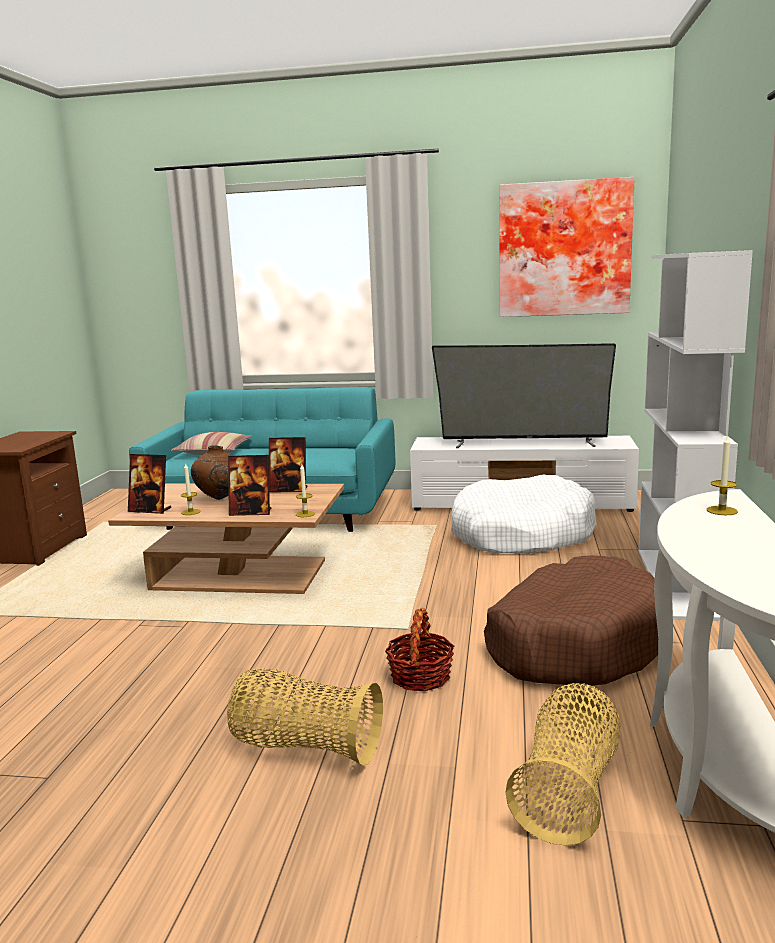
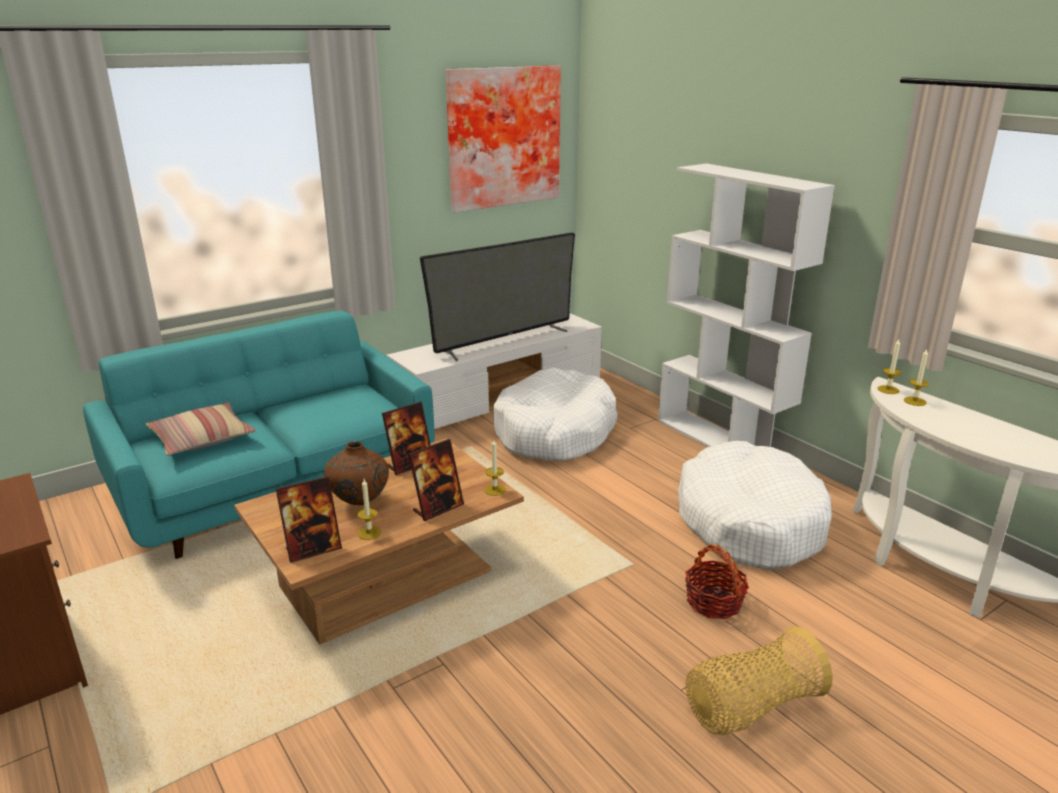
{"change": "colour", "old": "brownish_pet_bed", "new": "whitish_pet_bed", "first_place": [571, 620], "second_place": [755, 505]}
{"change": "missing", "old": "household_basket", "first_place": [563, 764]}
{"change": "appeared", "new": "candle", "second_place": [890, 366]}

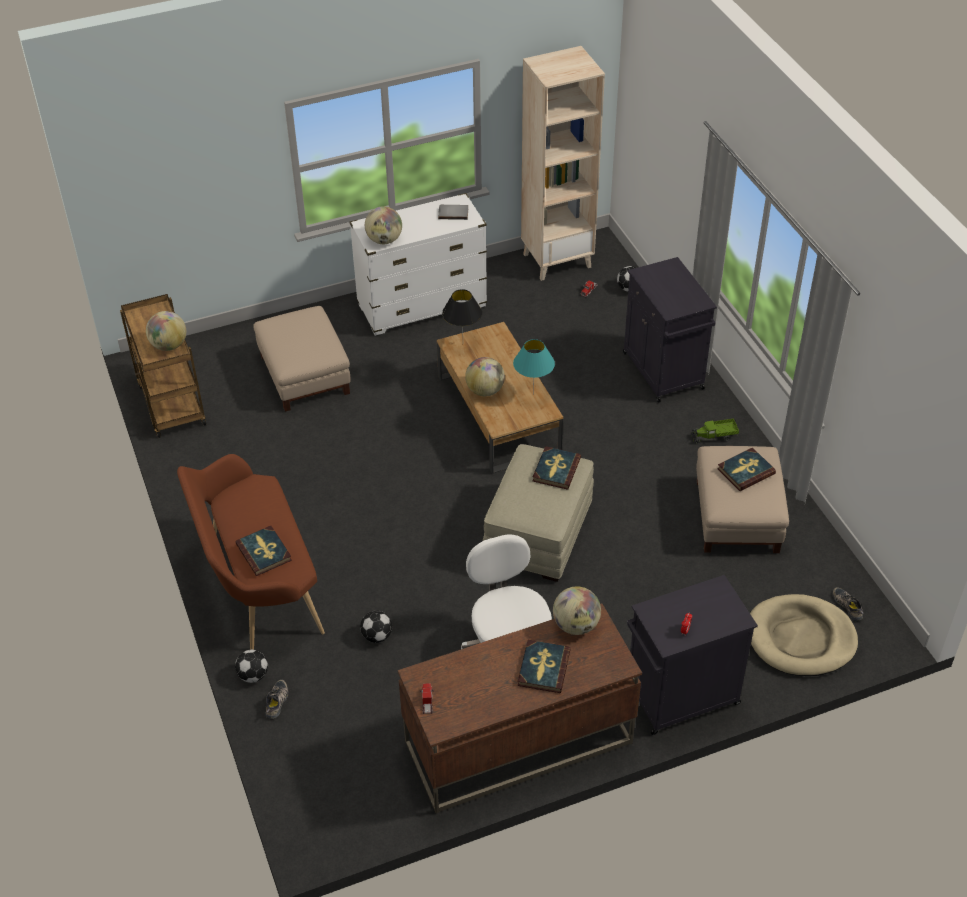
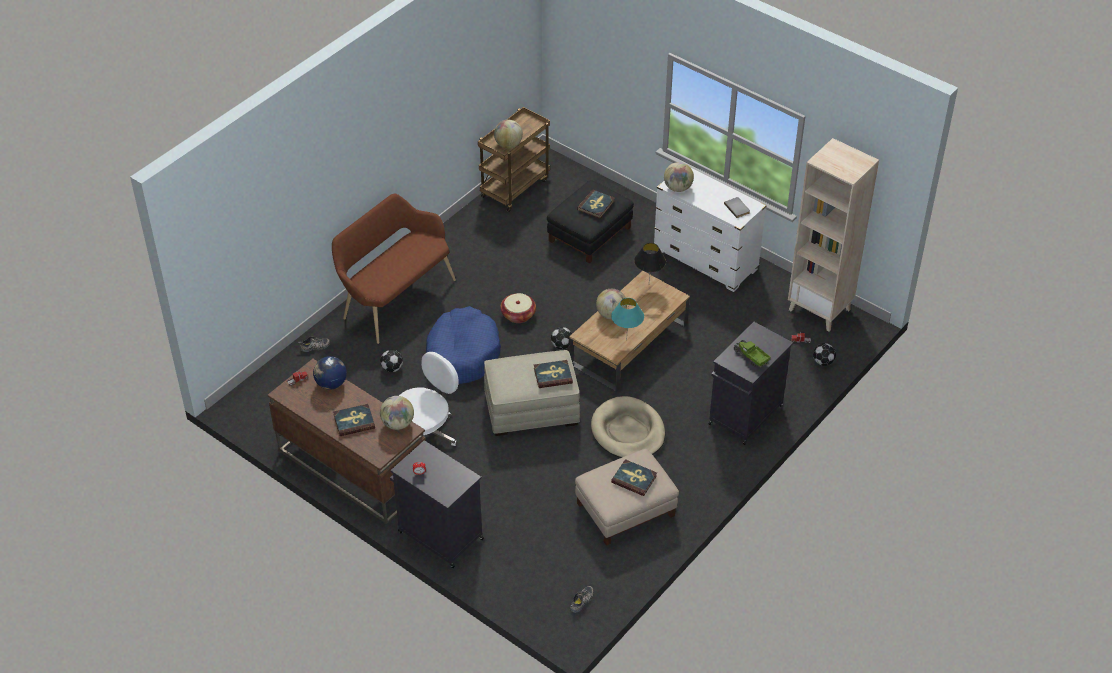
{"change": "relocated", "old": "book", "first_place": [263, 551], "second_place": [595, 204]}
{"change": "relocated", "old": "football_ball", "first_place": [251, 666], "second_place": [561, 338]}
{"change": "colour", "old": "beige_footrest", "new": "black-coloured_footrest", "first_place": [302, 359], "second_place": [590, 222]}
{"change": "relocated", "old": "toy_truck", "first_place": [715, 431], "second_place": [752, 354]}
{"change": "relocated", "old": "beige_pet_bed", "first_place": [804, 635], "second_place": [628, 427]}
{"change": "appeared", "new": "world_globe", "second_place": [330, 373]}
{"change": "appeared", "new": "blue-coloured_pet_bed", "second_place": [463, 345]}
{"change": "appeared", "new": "household_basket", "second_place": [518, 308]}

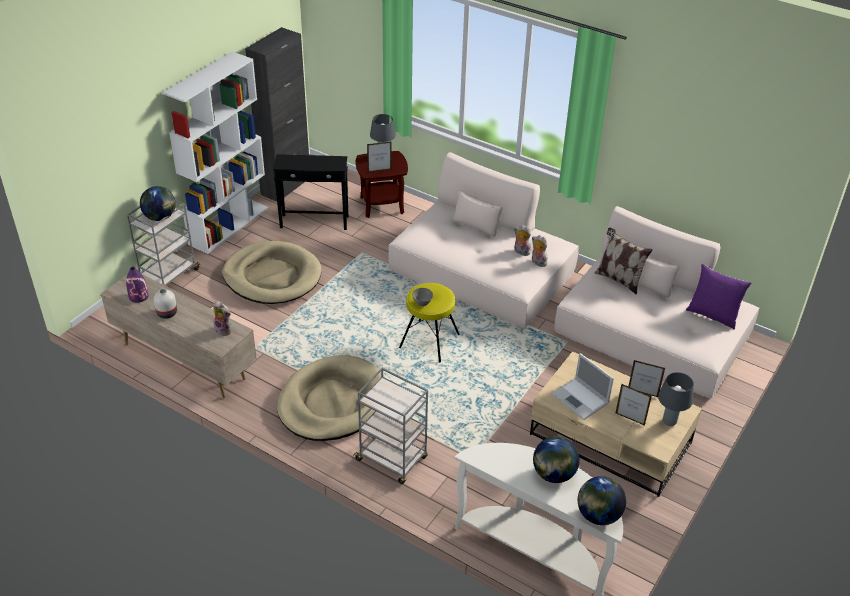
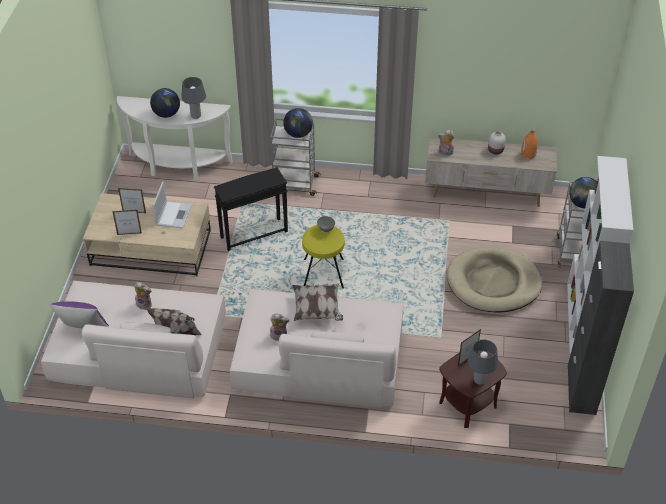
{"change": "colour", "old": "purplish_flower_vase", "new": "orangey_flower_vase", "first_place": [137, 285], "second_place": [529, 145]}
{"change": "relocated", "old": "black-coloured_end_table", "first_place": [310, 192], "second_place": [251, 209]}
{"change": "missing", "old": "beige_pet_bed", "first_place": [331, 398]}
{"change": "relocated", "old": "soft_toy", "first_place": [539, 251], "second_place": [143, 296]}
{"change": "spun", "old": "notebook_computer", "first_place": [582, 386], "second_place": [172, 205], "degrees": 75}
{"change": "relocated", "old": "world_globe", "first_place": [602, 500], "second_place": [298, 123]}
{"change": "relocated", "old": "grey_tabletop_lamp", "first_place": [676, 399], "second_place": [193, 98]}
{"change": "appeared", "new": "throw_pillow", "second_place": [317, 302]}

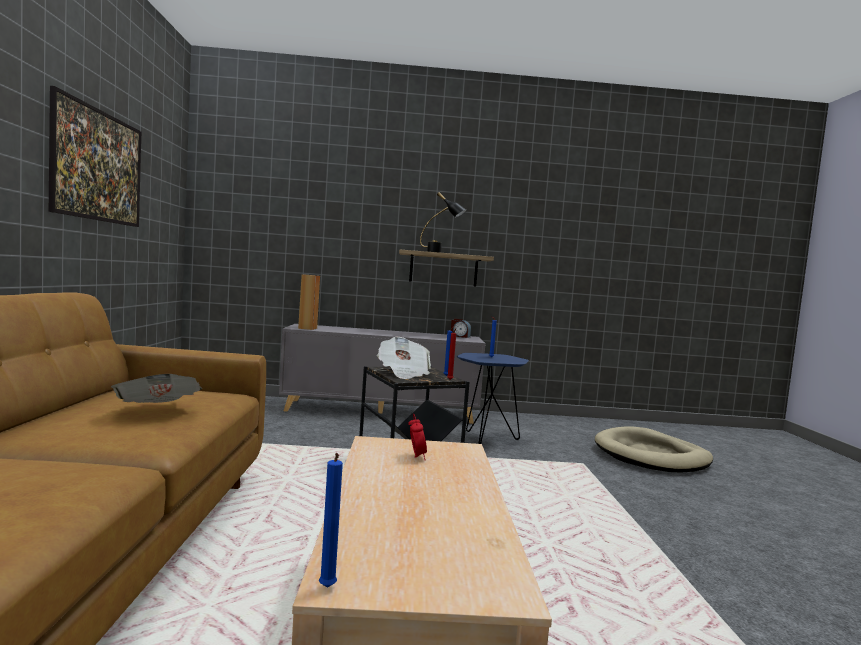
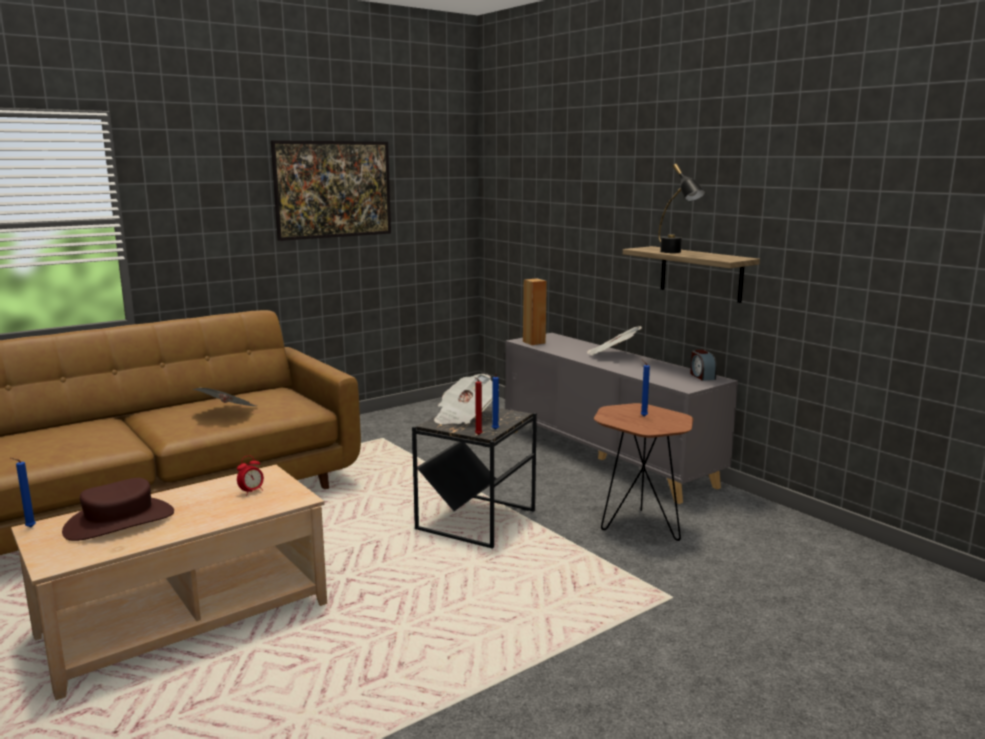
{"change": "colour", "old": "blue-coloured_end_table", "new": "brownish_end_table", "first_place": [493, 398], "second_place": [644, 472]}
{"change": "missing", "old": "beige_pet_bed", "first_place": [654, 449]}
{"change": "appeared", "new": "brownish_hat", "second_place": [118, 509]}
{"change": "appeared", "new": "daily_paper", "second_place": [614, 341]}

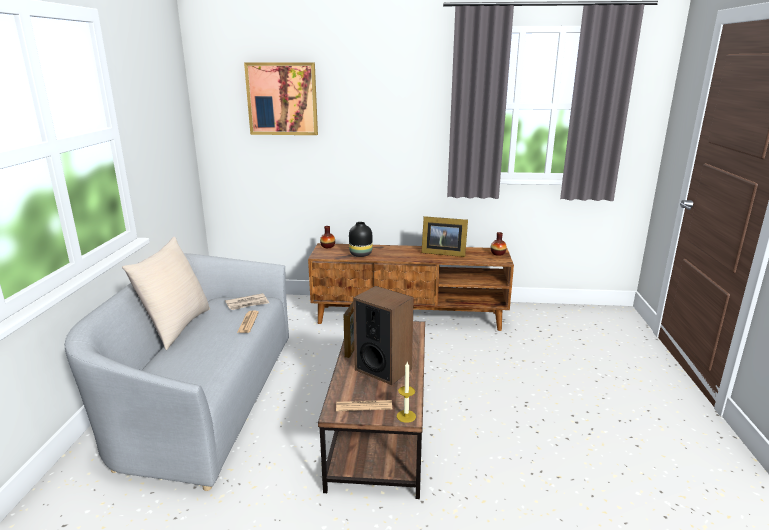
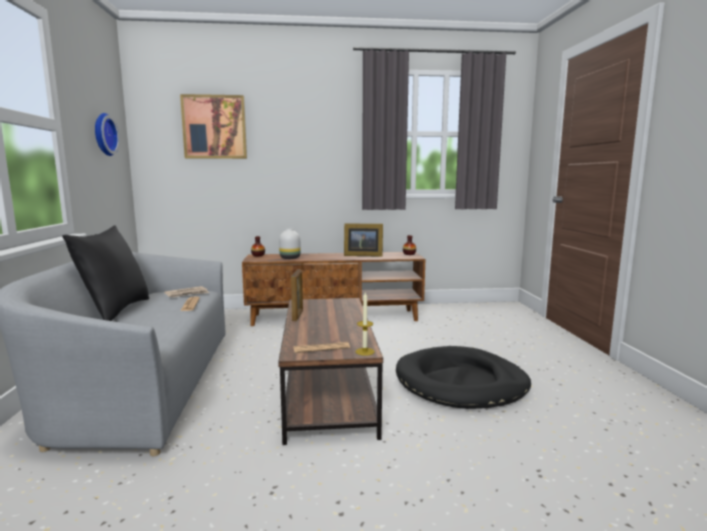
{"change": "colour", "old": "beige_throw_pillow", "new": "black-coloured_throw_pillow", "first_place": [166, 293], "second_place": [105, 273]}
{"change": "colour", "old": "black-coloured_flower_vase", "new": "whitish_flower_vase", "first_place": [360, 239], "second_place": [290, 243]}
{"change": "missing", "old": "speaker", "first_place": [383, 335]}
{"change": "appeared", "new": "hanging_clock", "second_place": [107, 134]}
{"change": "appeared", "new": "black-coloured_pet_bed", "second_place": [463, 377]}

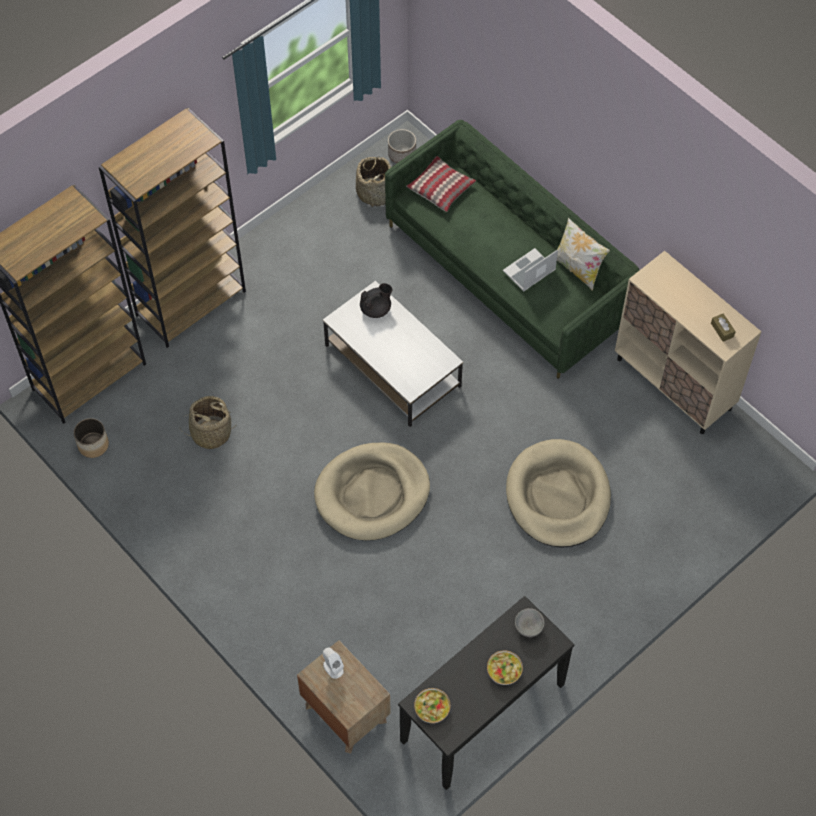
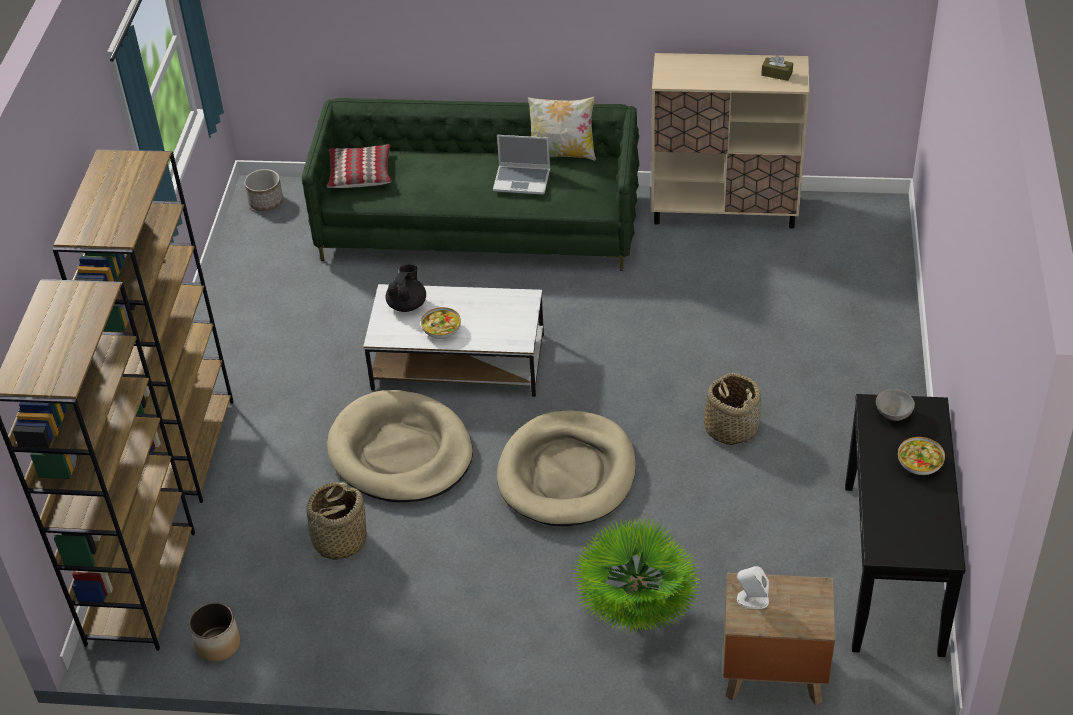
{"change": "relocated", "old": "household_basket", "first_place": [373, 182], "second_place": [732, 409]}
{"change": "relocated", "old": "serving_bowl", "first_place": [432, 705], "second_place": [441, 323]}
{"change": "spun", "old": "notebook_computer", "first_place": [530, 269], "second_place": [521, 164], "degrees": -90}
{"change": "relocated", "old": "beige_pet_bed", "first_place": [558, 493], "second_place": [400, 446]}
{"change": "appeared", "new": "potted_plant", "second_place": [636, 575]}

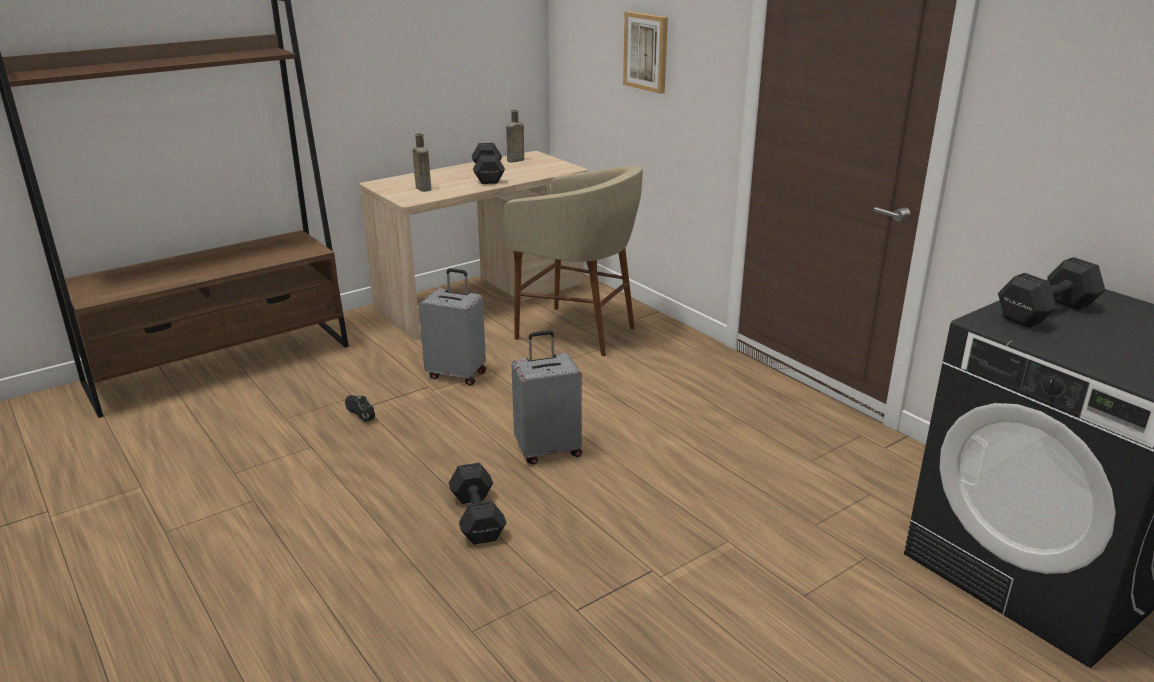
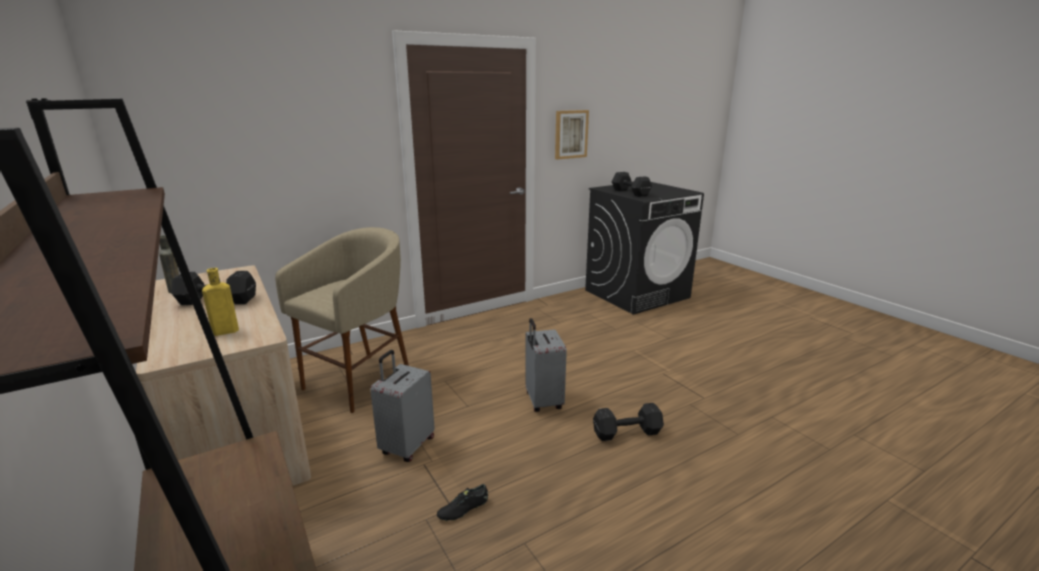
{"change": "colour", "old": "brownish_bottle", "new": "yellow-coloured_bottle", "first_place": [422, 162], "second_place": [220, 302]}
{"change": "relocated", "old": "picture", "first_place": [645, 53], "second_place": [572, 135]}

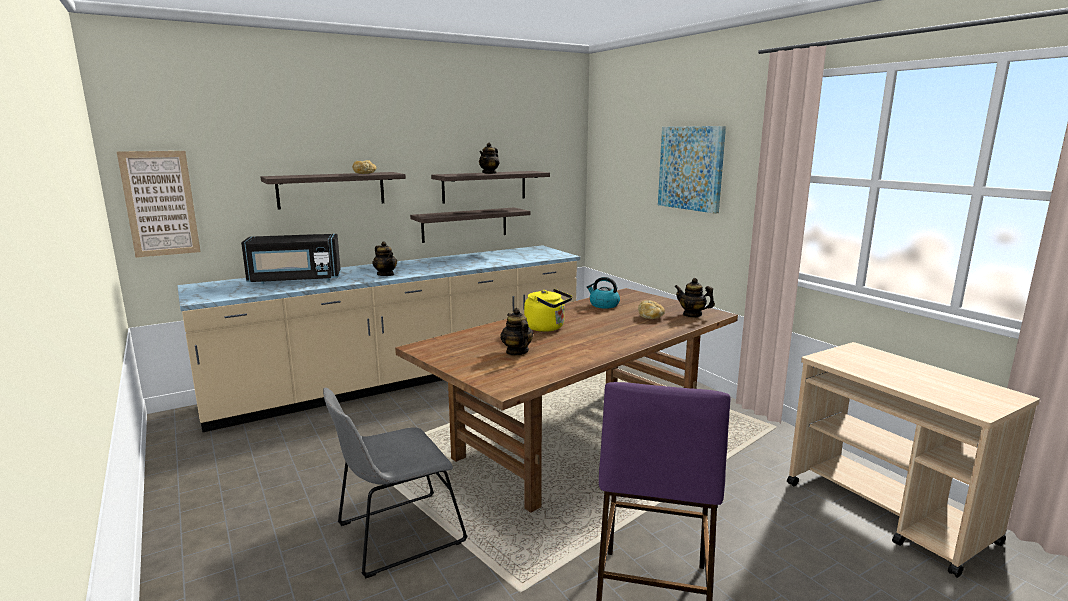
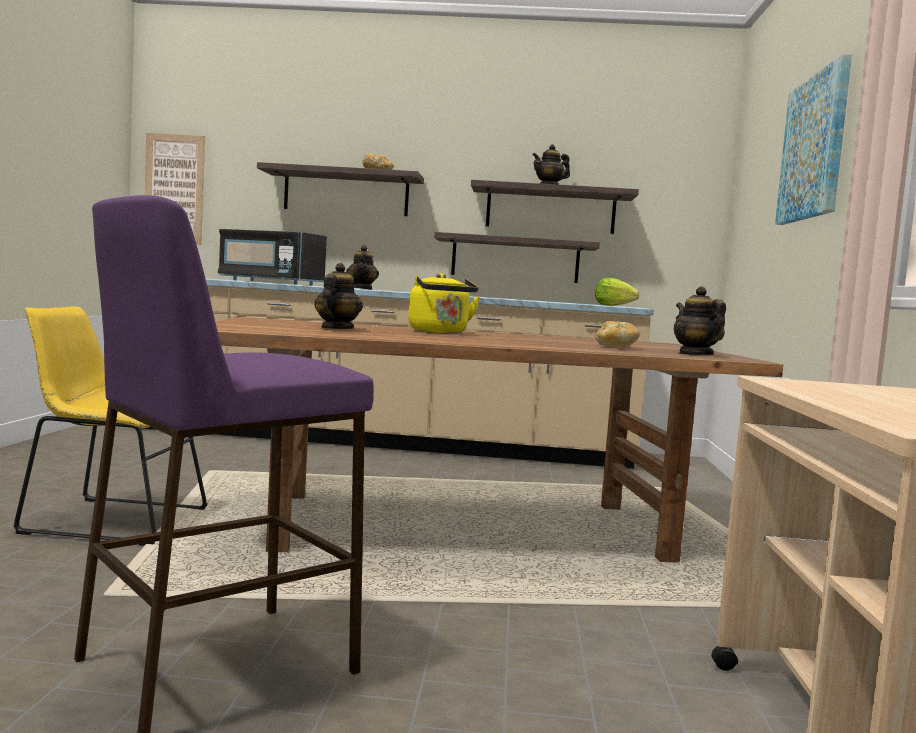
{"change": "colour", "old": "grey_upright_chair", "new": "yellow-coloured_upright_chair", "first_place": [395, 483], "second_place": [110, 426]}
{"change": "missing", "old": "kettle", "first_place": [603, 293]}
{"change": "appeared", "new": "lettuce", "second_place": [617, 292]}

